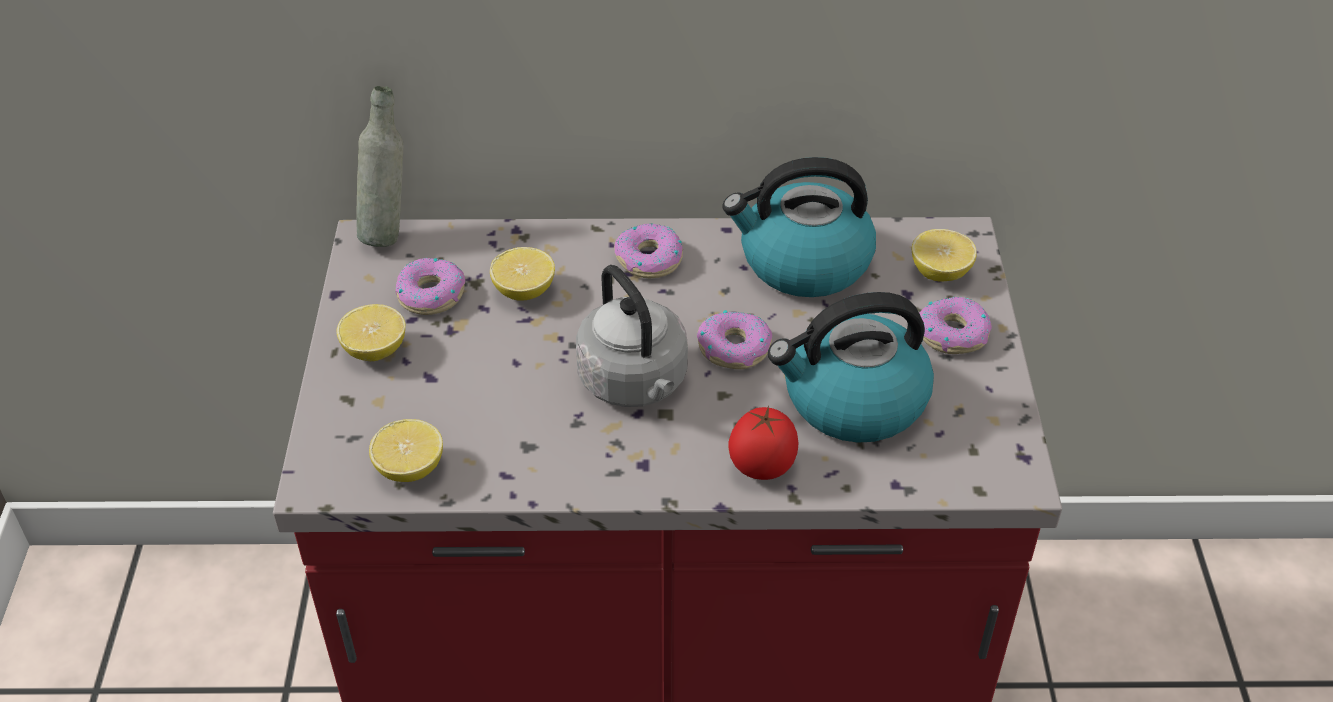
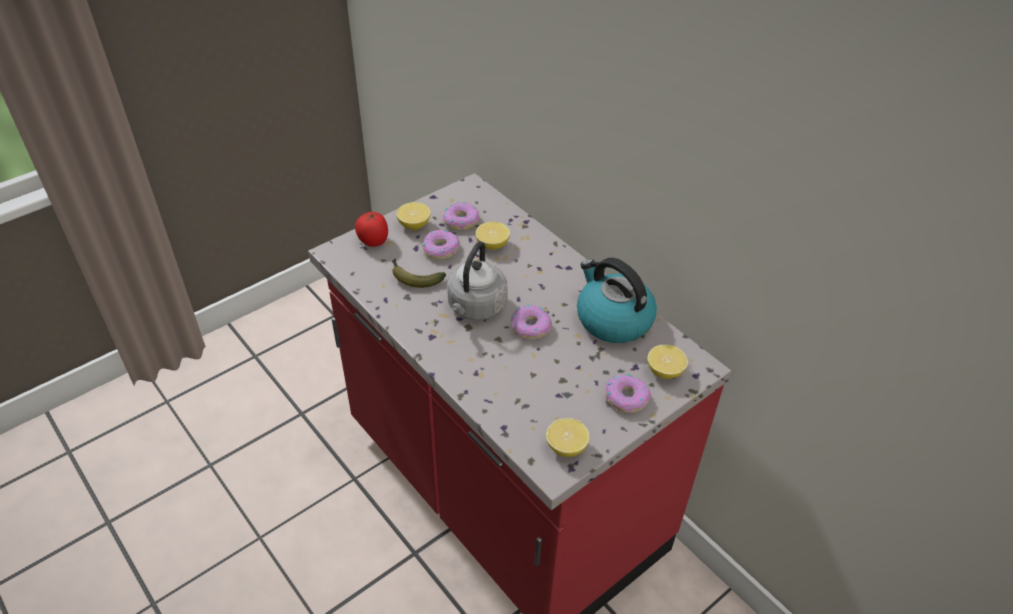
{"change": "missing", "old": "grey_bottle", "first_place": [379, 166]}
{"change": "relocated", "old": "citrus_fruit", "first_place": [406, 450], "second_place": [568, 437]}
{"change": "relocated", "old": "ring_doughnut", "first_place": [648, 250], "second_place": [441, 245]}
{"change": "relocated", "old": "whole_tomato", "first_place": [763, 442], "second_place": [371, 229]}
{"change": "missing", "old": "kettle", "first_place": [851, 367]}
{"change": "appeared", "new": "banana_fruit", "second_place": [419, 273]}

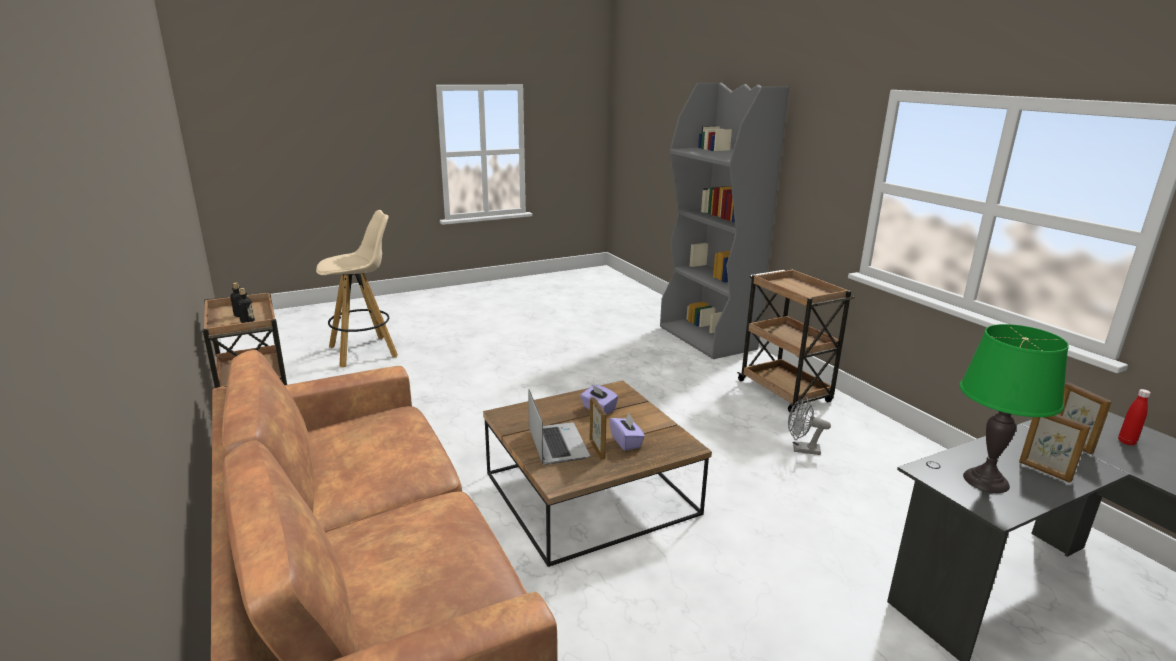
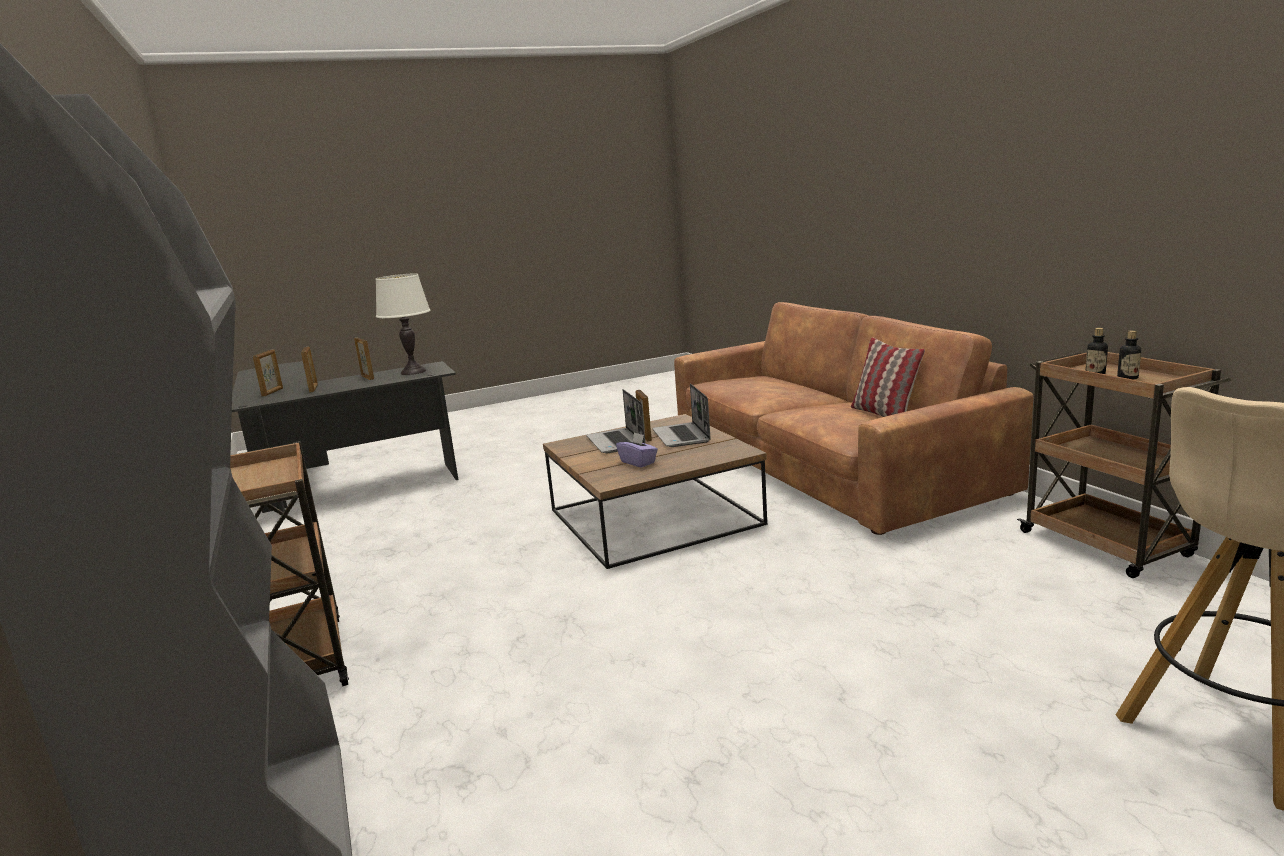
{"change": "exchanged", "old": "purplish_tissue_holder", "new": "notebook_computer", "first_place": [627, 432], "second_place": [616, 421]}
{"change": "missing", "old": "grey_fan", "first_place": [809, 426]}
{"change": "colour", "old": "greenish_tabletop_lamp", "new": "whitish_tabletop_lamp", "first_place": [1014, 408], "second_place": [403, 324]}
{"change": "exchanged", "old": "red-coloured_bottle", "new": "standing_frame", "first_place": [1134, 417], "second_place": [268, 372]}
{"change": "appeared", "new": "throw_pillow", "second_place": [888, 377]}

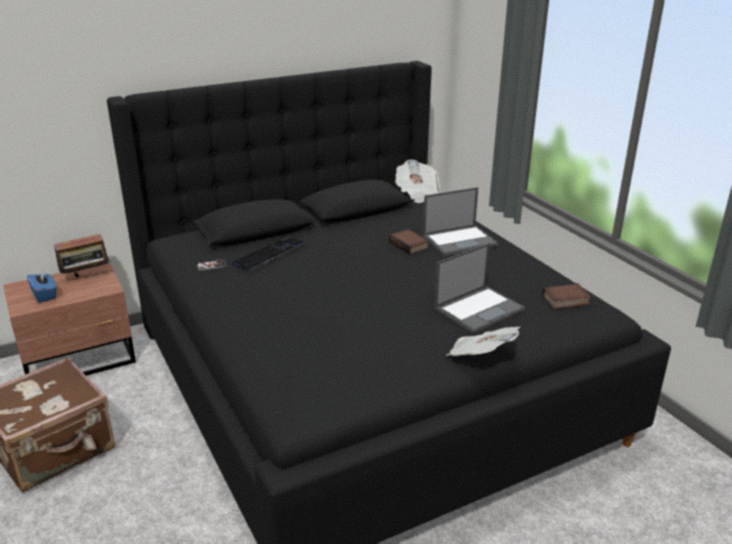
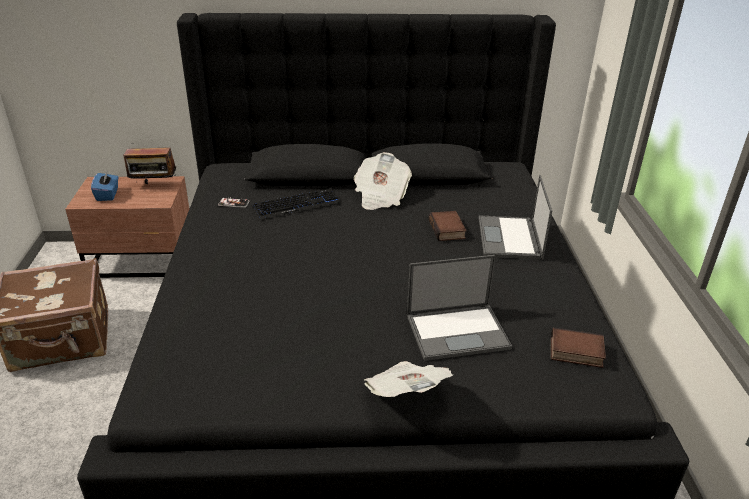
{"change": "relocated", "old": "daily_paper", "first_place": [417, 181], "second_place": [383, 181]}
{"change": "spun", "old": "notebook_computer", "first_place": [460, 221], "second_place": [515, 217], "degrees": 90}

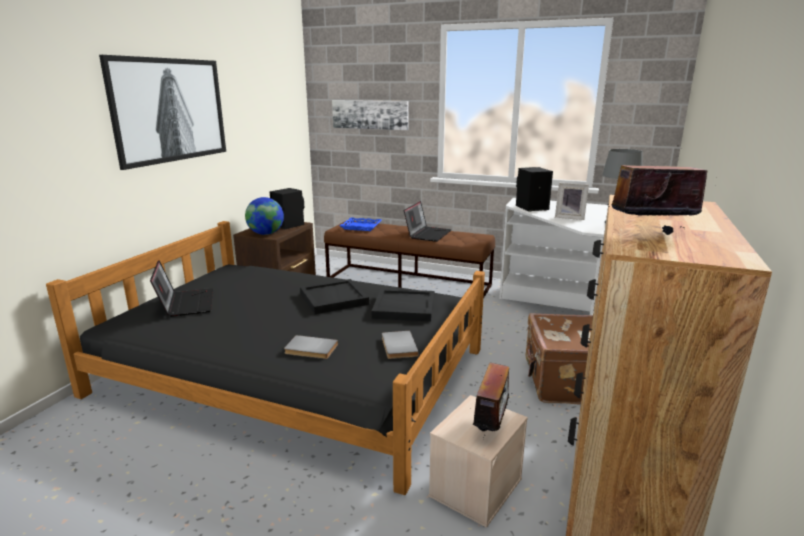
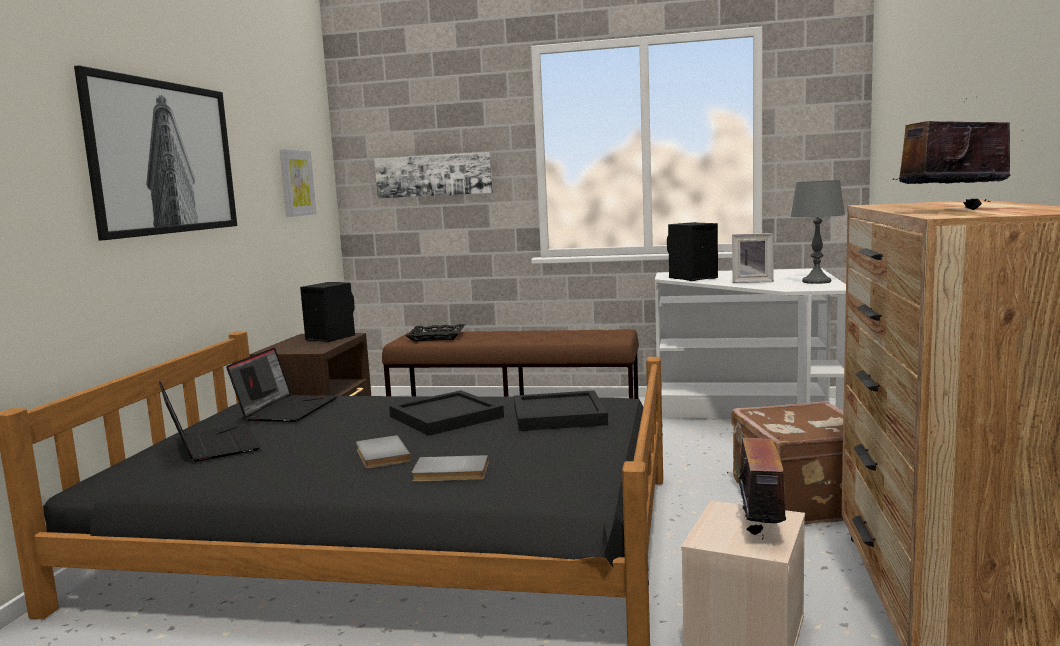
{"change": "missing", "old": "world_globe", "first_place": [264, 216]}
{"change": "colour", "old": "blue-coloured_tray", "new": "black-coloured_tray", "first_place": [361, 224], "second_place": [435, 332]}
{"change": "relocated", "old": "grey_book", "first_place": [400, 345], "second_place": [383, 452]}
{"change": "relocated", "old": "notebook_computer", "first_place": [428, 221], "second_place": [281, 384]}
{"change": "appeared", "new": "picture", "second_place": [298, 183]}

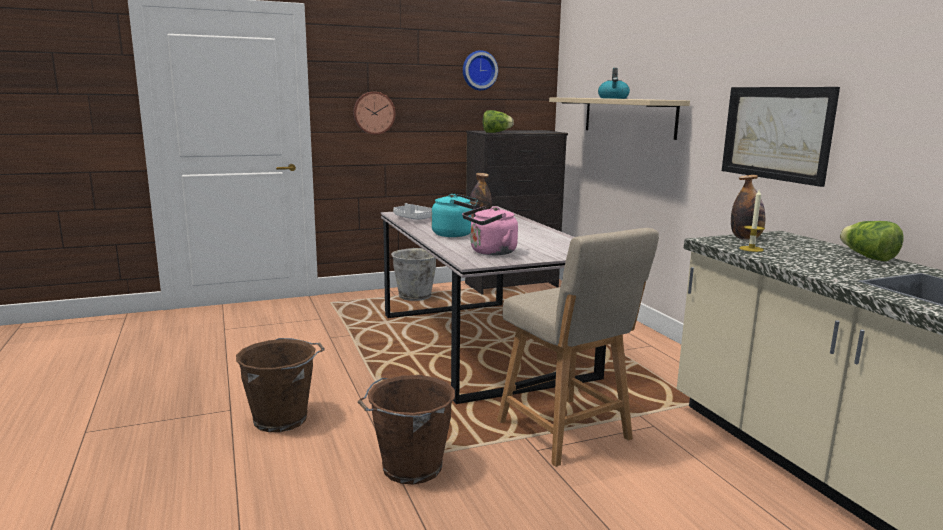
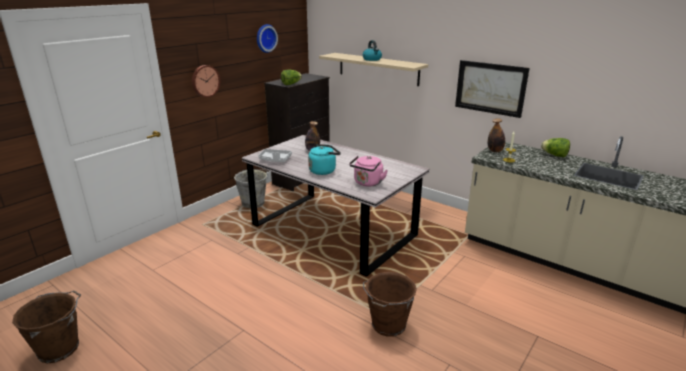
{"change": "relocated", "old": "brownish_pail", "first_place": [280, 385], "second_place": [46, 326]}
{"change": "missing", "old": "beige_upright_chair", "first_place": [578, 347]}

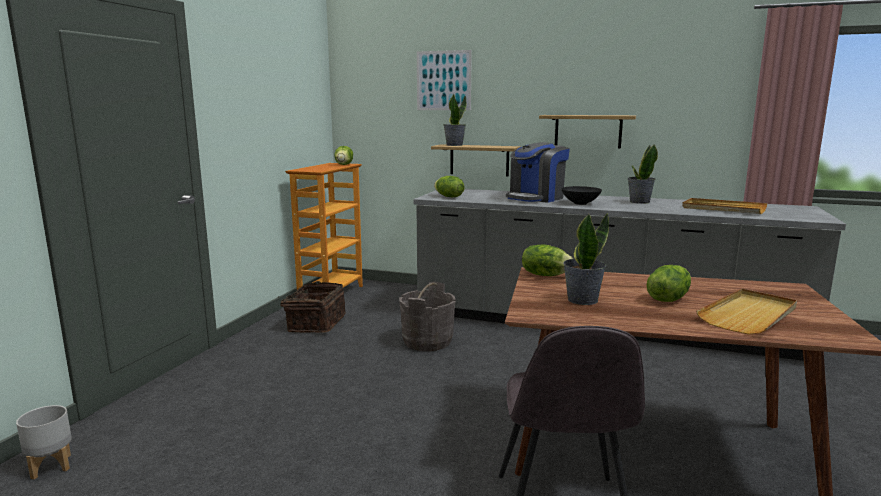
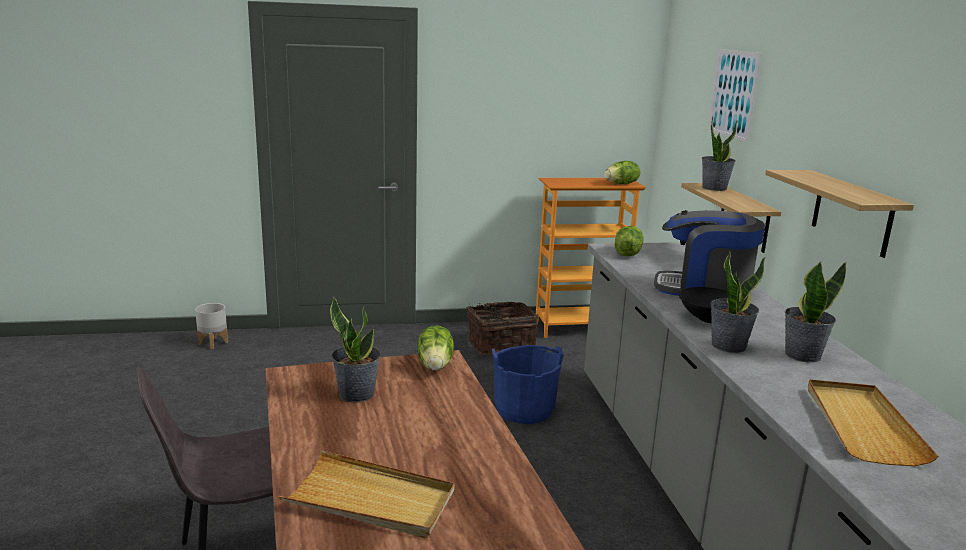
{"change": "colour", "old": "grey_pail", "new": "blue-coloured_pail", "first_place": [427, 316], "second_place": [528, 384]}
{"change": "missing", "old": "lettuce", "first_place": [669, 283]}
{"change": "appeared", "new": "potted_plant", "second_place": [737, 302]}

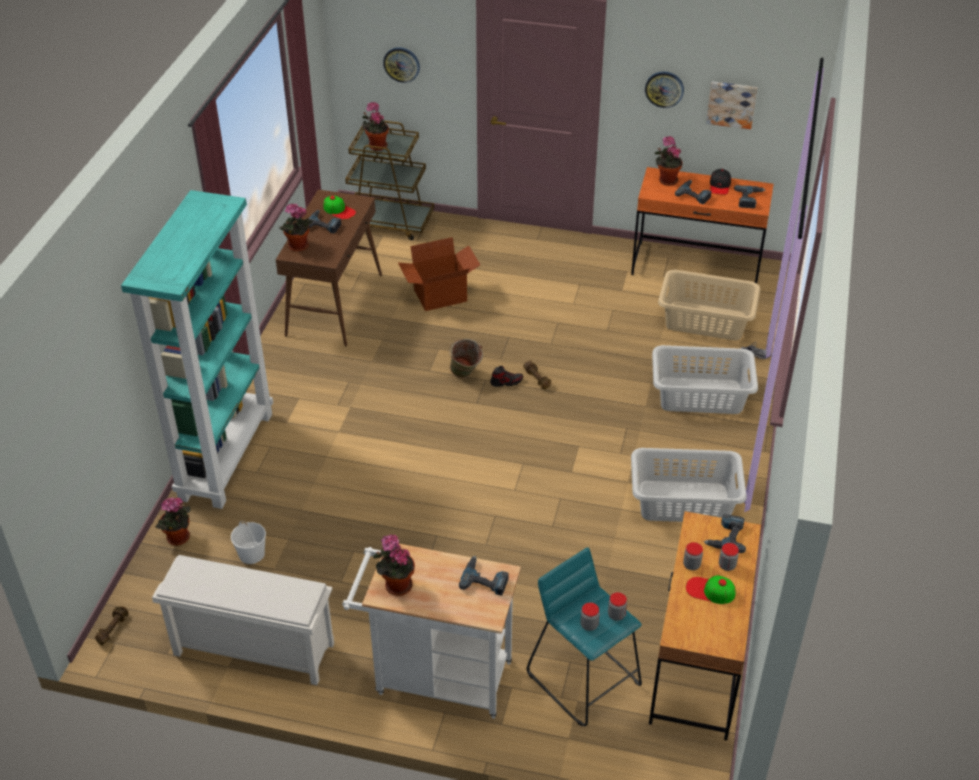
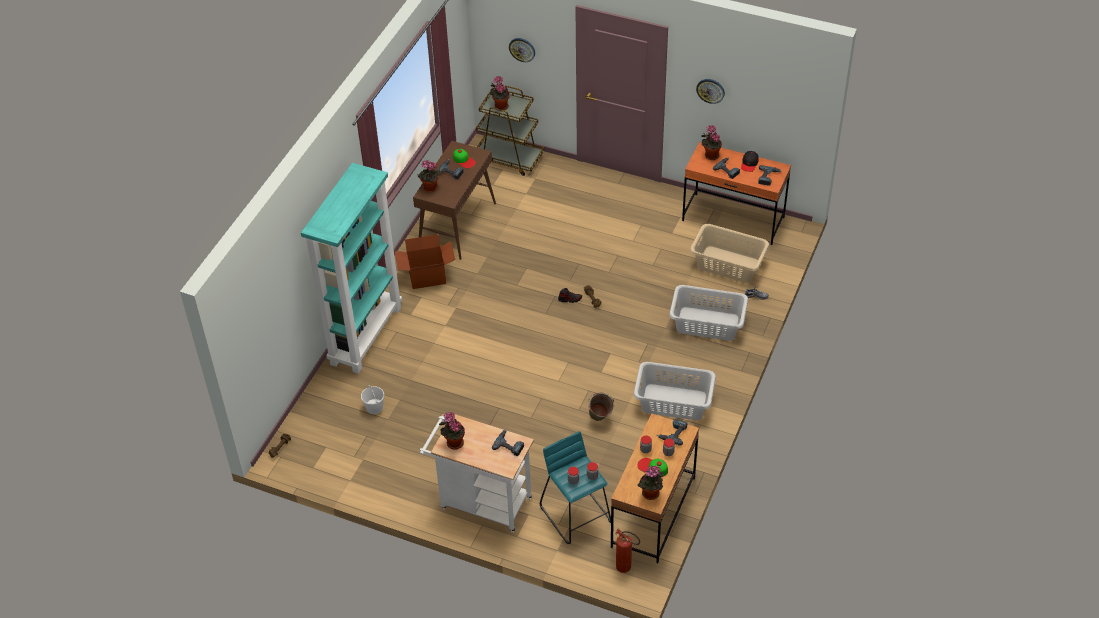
{"change": "missing", "old": "whitish_shoe_shelf", "first_place": [243, 620]}
{"change": "relocated", "old": "potted_plant", "first_place": [173, 522], "second_place": [651, 483]}
{"change": "relocated", "old": "carton", "first_place": [439, 274], "second_place": [424, 261]}
{"change": "relocated", "old": "greenish_pail", "first_place": [466, 358], "second_place": [601, 407]}
{"change": "missing", "old": "picture", "first_place": [732, 105]}
{"change": "appeared", "new": "extinguisher", "second_place": [628, 550]}

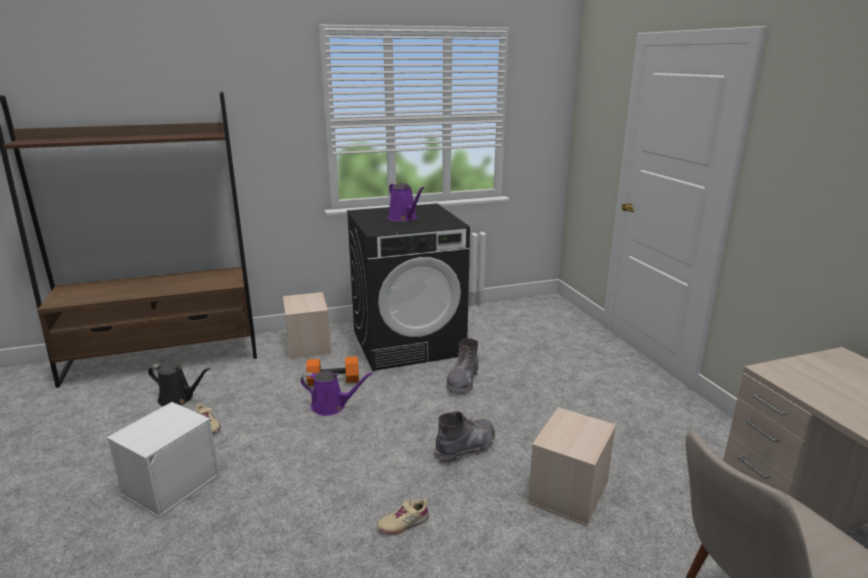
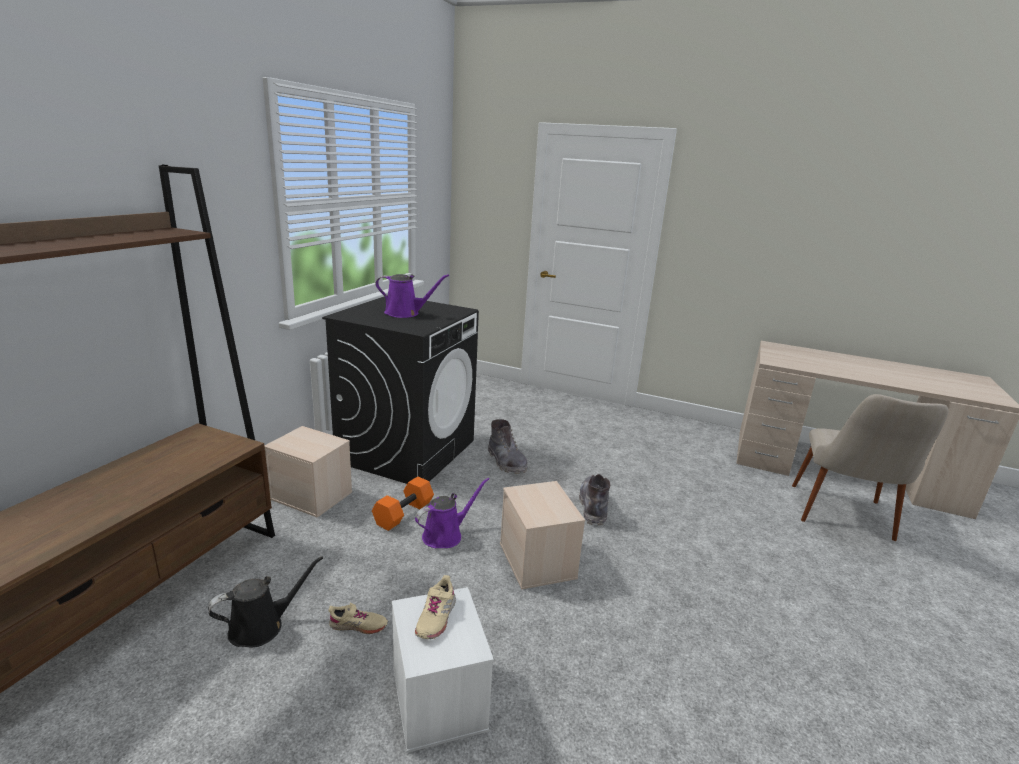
{"change": "relocated", "old": "beige_shoe", "first_place": [403, 516], "second_place": [435, 607]}
{"change": "relocated", "old": "beige_storage_box", "first_place": [572, 466], "second_place": [542, 535]}

